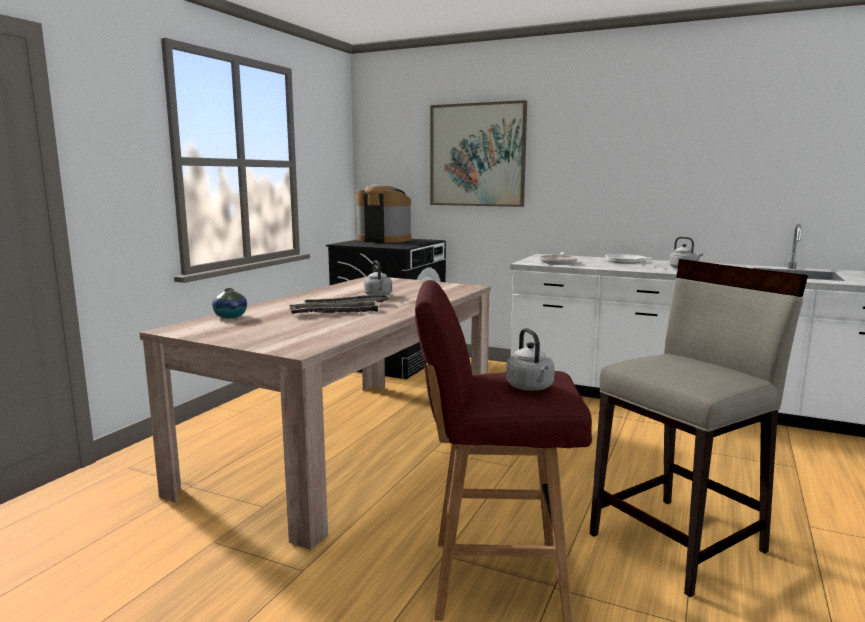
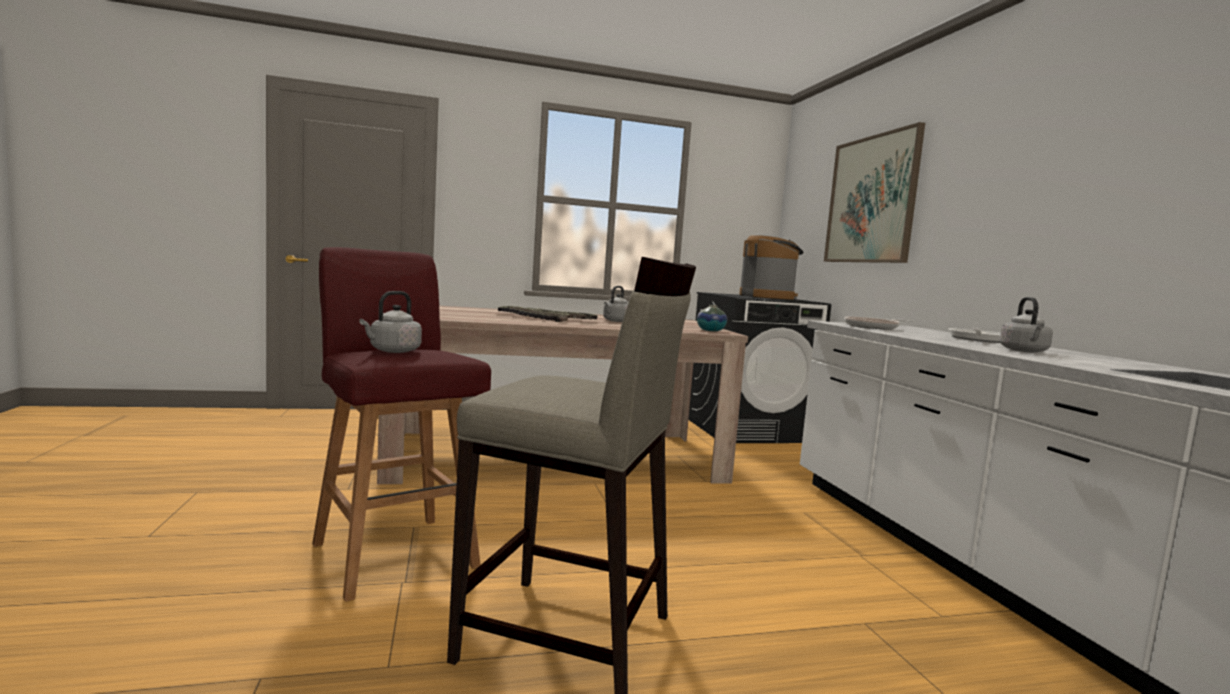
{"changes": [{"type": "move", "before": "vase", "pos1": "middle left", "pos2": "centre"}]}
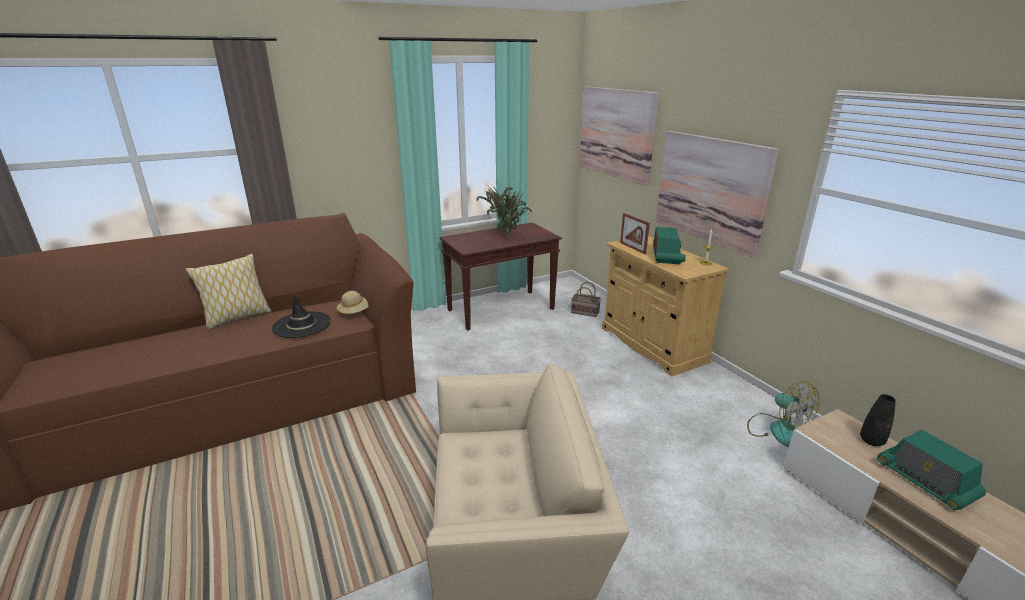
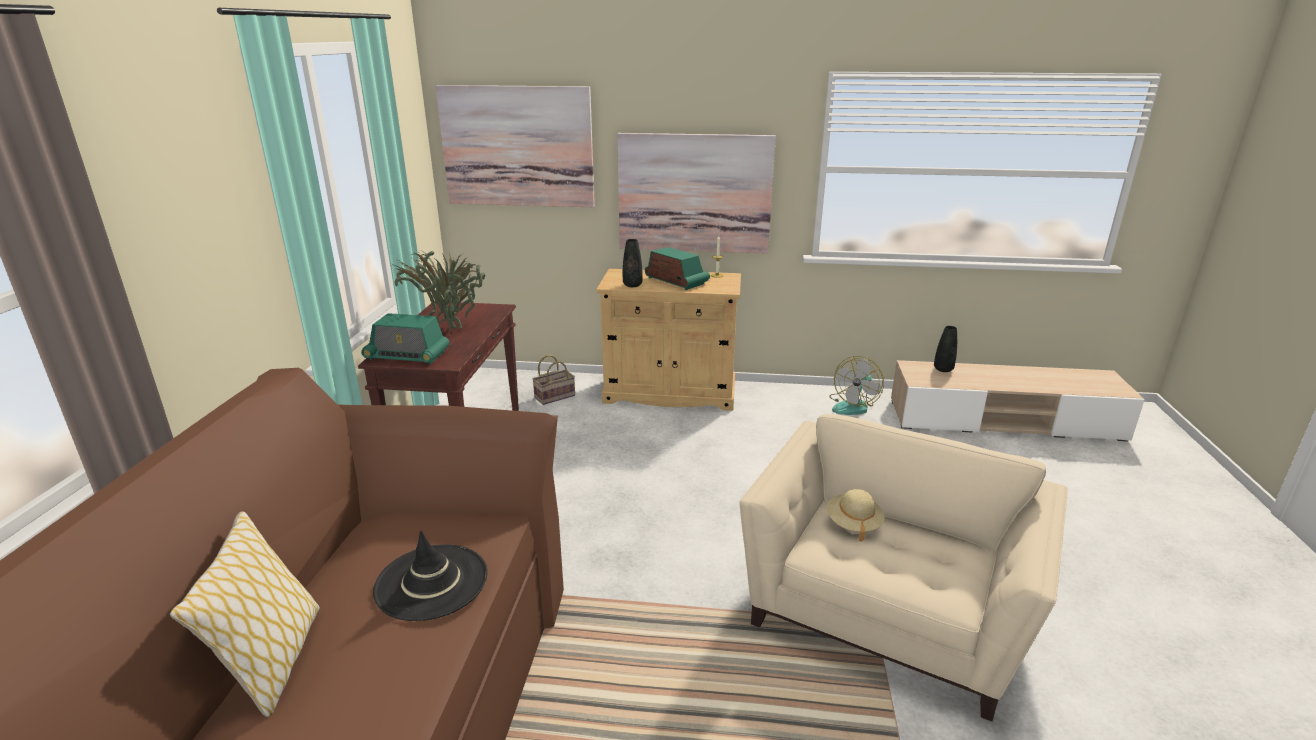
{"changes": [{"type": "move", "before": "radio (2nd from left in the first image)", "after": "radio (1st from left)", "pos1": "bottom right", "pos2": "middle left"}, {"type": "replace", "before": "picture frame", "after": "vase in black (1st from left)", "pos1": "centre", "pos2": "centre"}, {"type": "move", "before": "hat in beige", "pos1": "centre", "pos2": "bottom centre"}, {"type": "rotate", "before": "fan", "pos1": "bottom right", "pos2": "centre", "turn": 120}]}
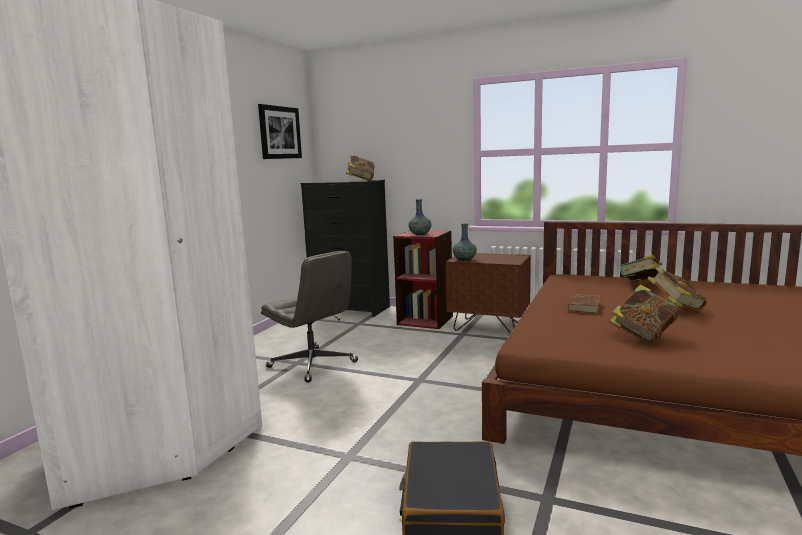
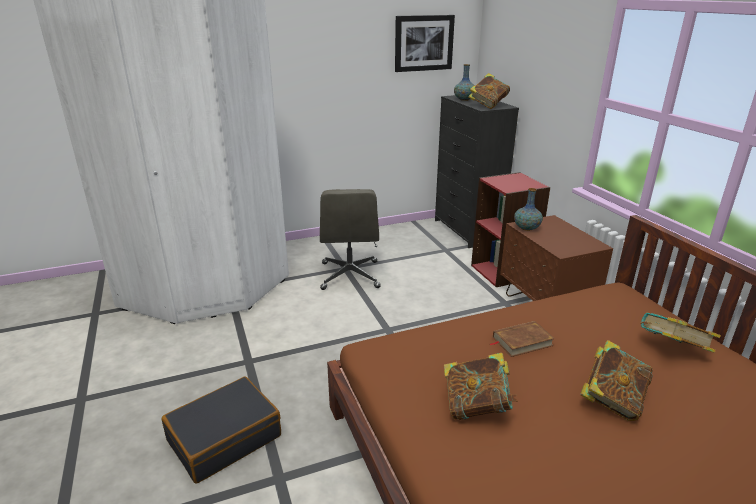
{"changes": [{"type": "move", "before": "vase (1st from left)", "pos1": "centre", "pos2": "top centre"}]}
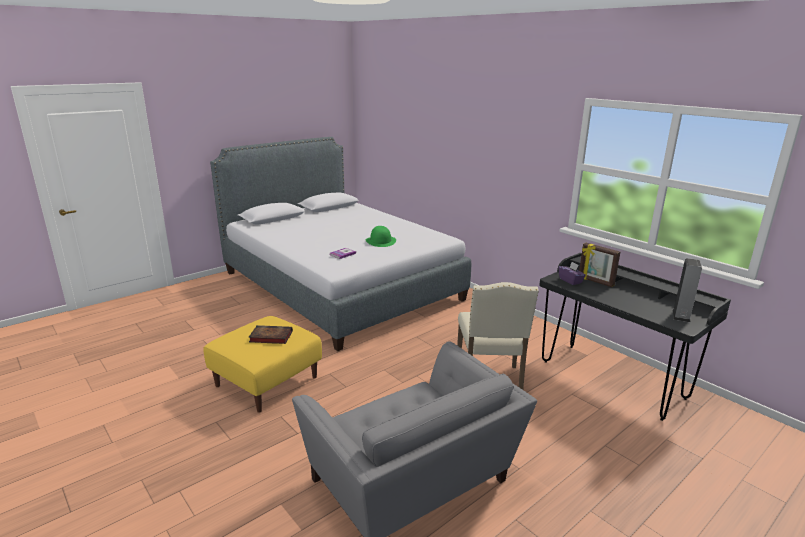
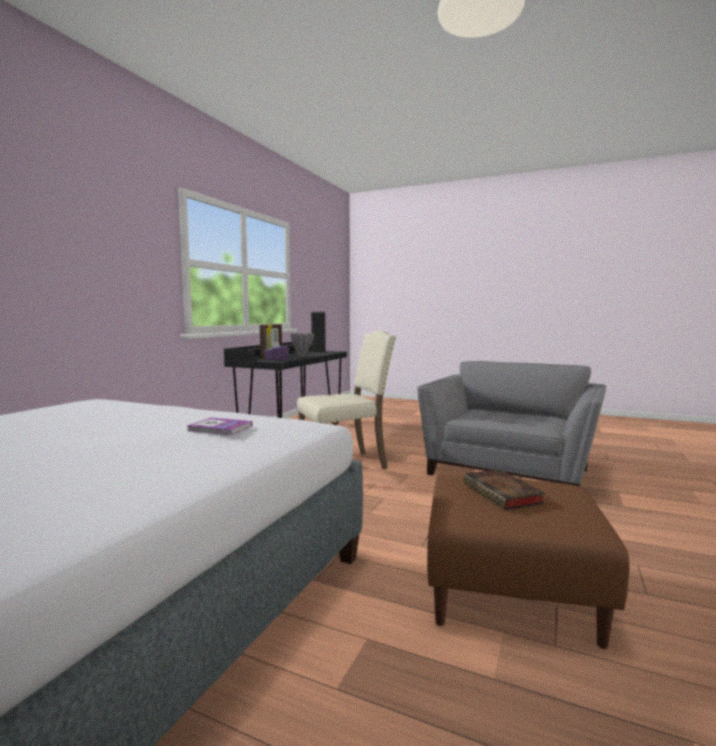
{"changes": [{"type": "insert", "after": "vase in grey", "pos2": "centre"}, {"type": "recolor", "before": "ottoman in yellow", "after": "ottoman in brown", "pos1": "bottom left", "pos2": "bottom right"}, {"type": "delete", "before": "hat in green", "pos1": "centre"}]}
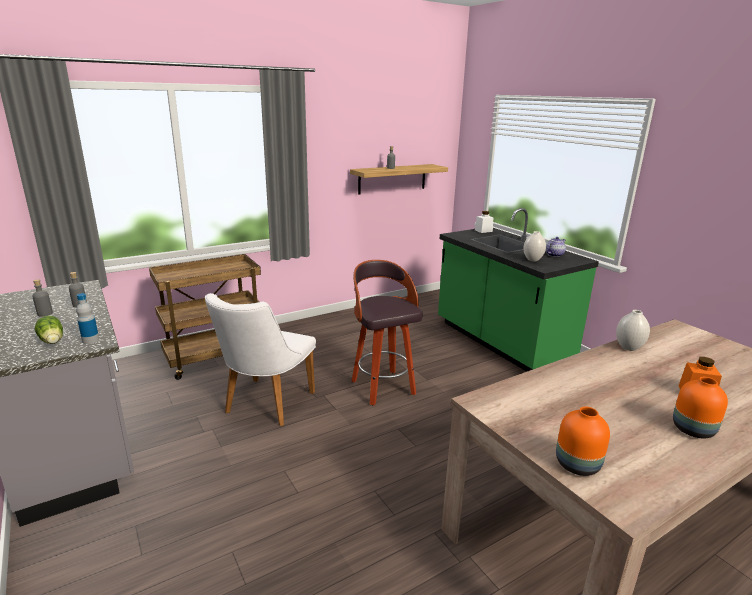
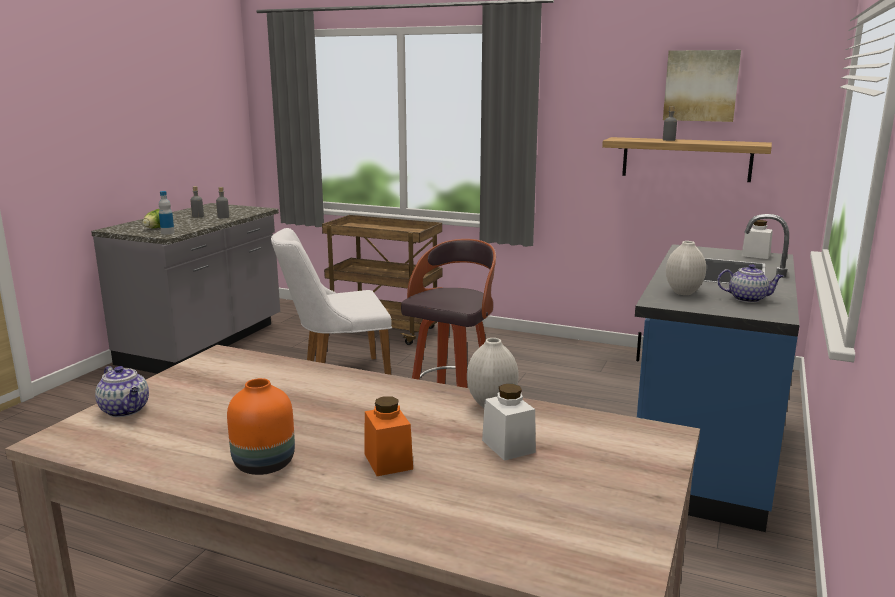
{"changes": [{"type": "replace", "before": "vase in orange (1st from left)", "after": "teapot (1st from left)", "pos1": "bottom right", "pos2": "middle left"}, {"type": "insert", "after": "jar in white (1st from left)", "pos2": "bottom centre"}, {"type": "recolor", "before": "counter in green", "after": "counter in blue", "pos1": "middle right", "pos2": "middle right"}, {"type": "insert", "after": "picture", "pos2": "top right"}]}
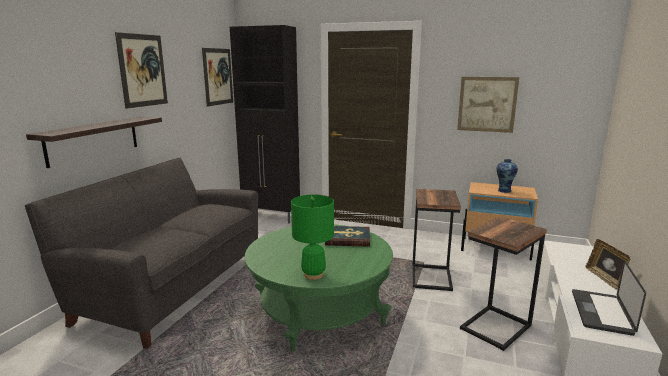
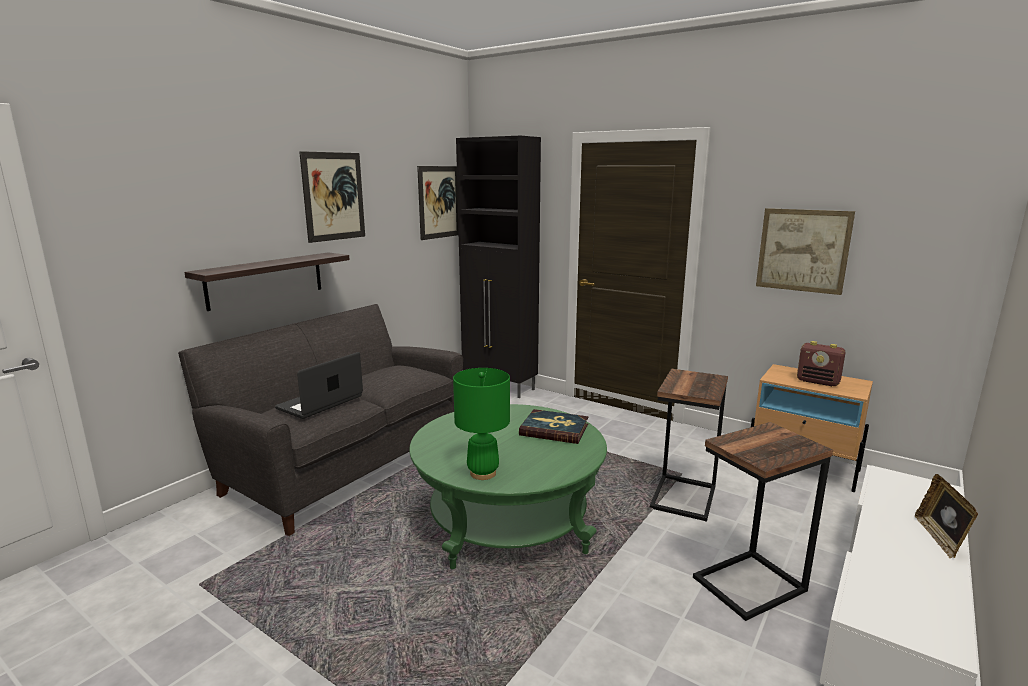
{"changes": [{"type": "move", "before": "laptop", "pos1": "bottom right", "pos2": "middle left"}, {"type": "replace", "before": "vase", "after": "radio", "pos1": "middle right", "pos2": "middle right"}]}
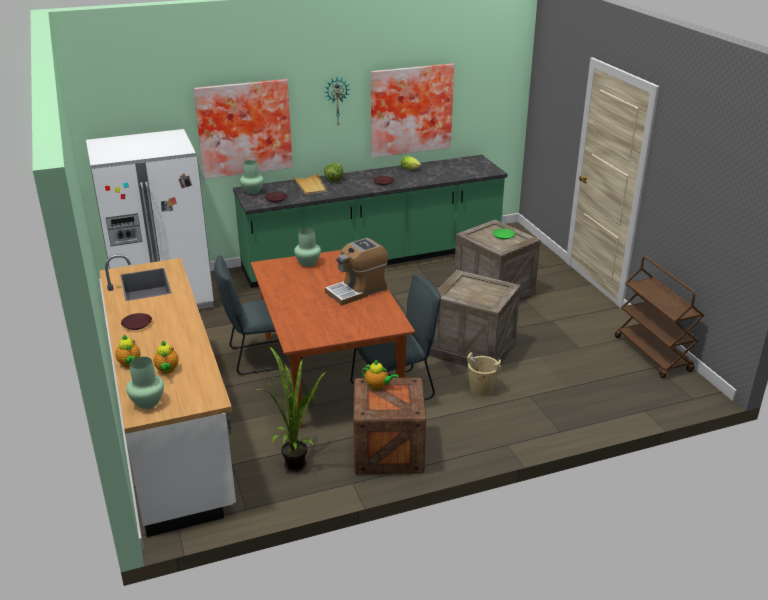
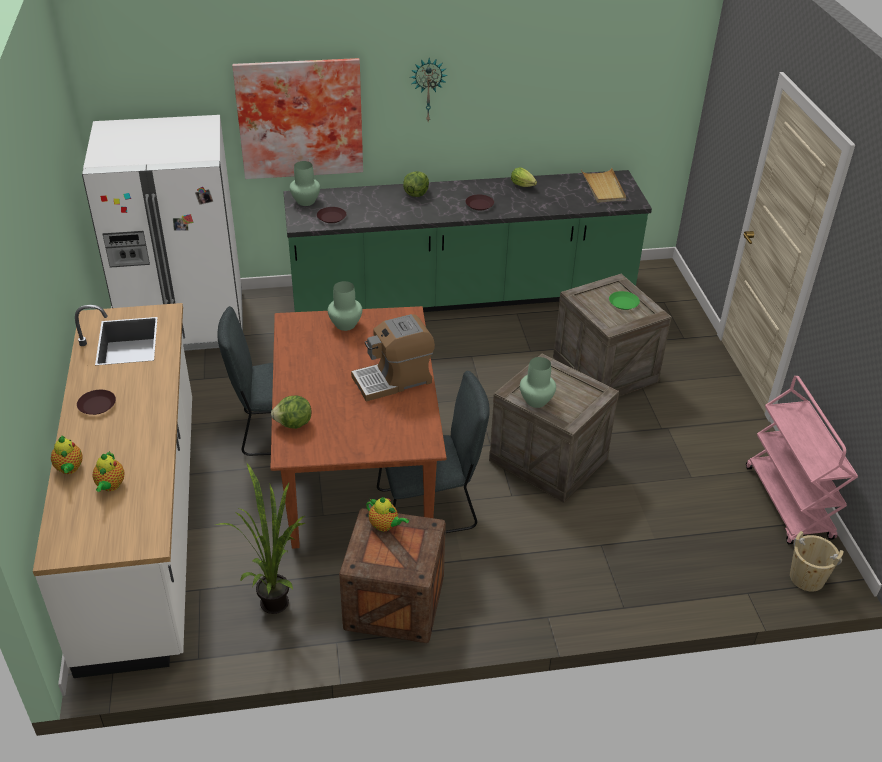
{"changes": [{"type": "insert", "after": "lettuce (1st from left)", "pos2": "middle left"}, {"type": "move", "before": "vase in green (1st from left in the first image)", "after": "vase in green (3rd from left)", "pos1": "middle left", "pos2": "centre"}, {"type": "move", "before": "tray in beige", "pos1": "top centre", "pos2": "top right"}, {"type": "recolor", "before": "cart in brown", "after": "cart in pink", "pos1": "middle right", "pos2": "middle right"}, {"type": "move", "before": "bucket in beige", "pos1": "centre", "pos2": "bottom right"}, {"type": "delete", "before": "picture (2nd from left)", "pos1": "top centre"}]}
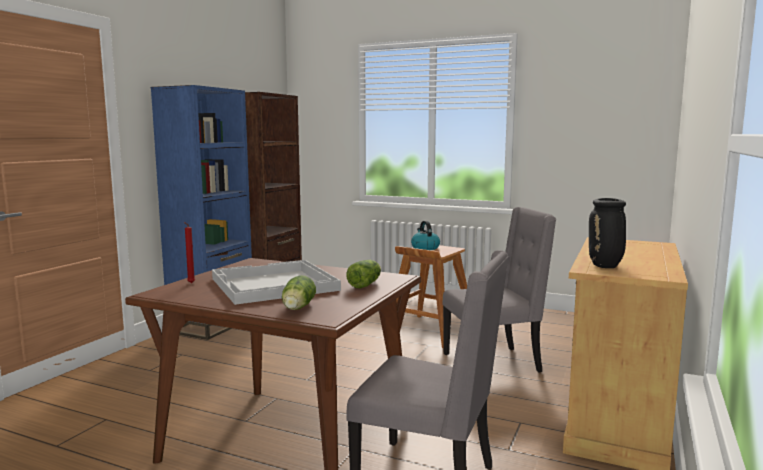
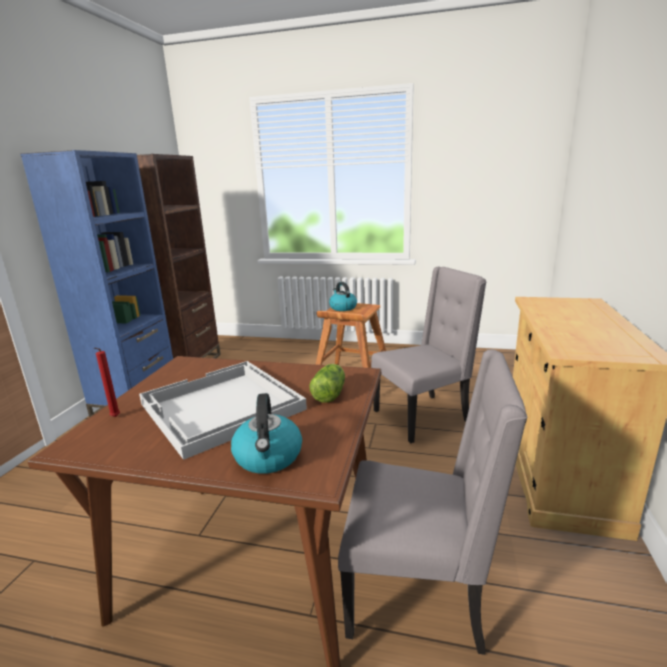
{"changes": [{"type": "replace", "before": "lettuce (1st from left)", "after": "kettle (1st from left)", "pos1": "centre", "pos2": "centre"}, {"type": "delete", "before": "vase in black", "pos1": "middle right"}]}
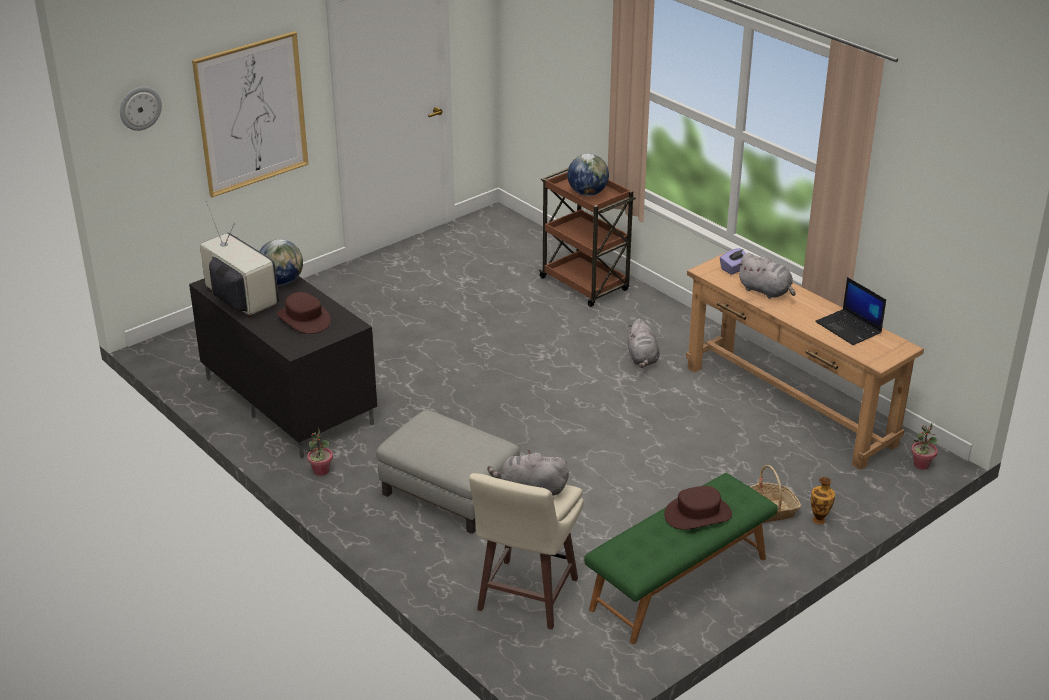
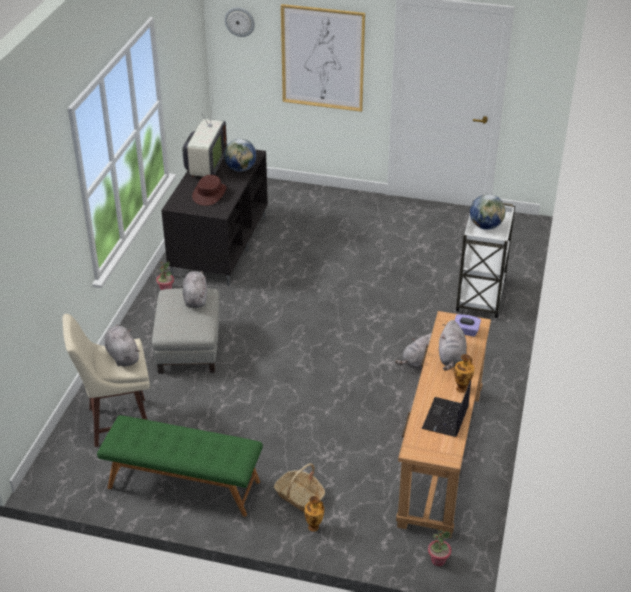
{"changes": [{"type": "insert", "after": "plush toy in grey (2nd from left)", "pos2": "middle left"}, {"type": "insert", "after": "vase (2nd from left)", "pos2": "middle right"}, {"type": "recolor", "before": "cart in brown", "after": "cart in white", "pos1": "centre", "pos2": "middle right"}, {"type": "delete", "before": "hat in brown (2nd from left)", "pos1": "bottom centre"}]}
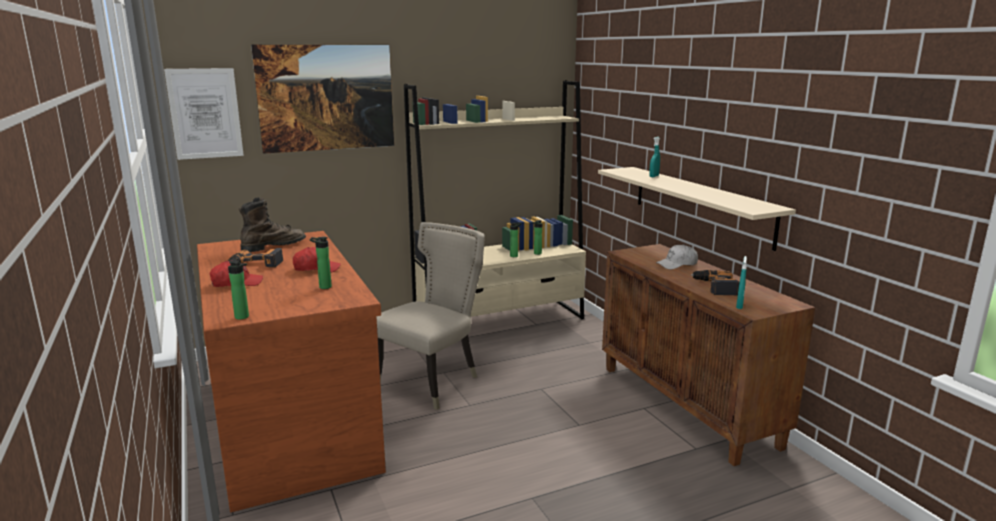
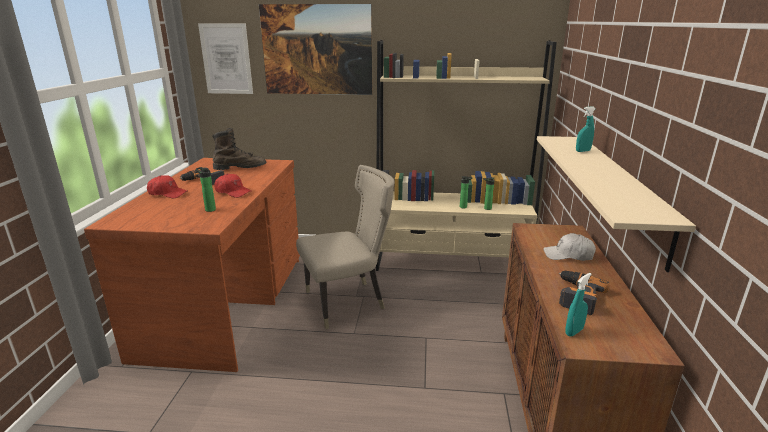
{"changes": [{"type": "delete", "before": "bottle (1st from left)", "pos1": "middle left"}]}
